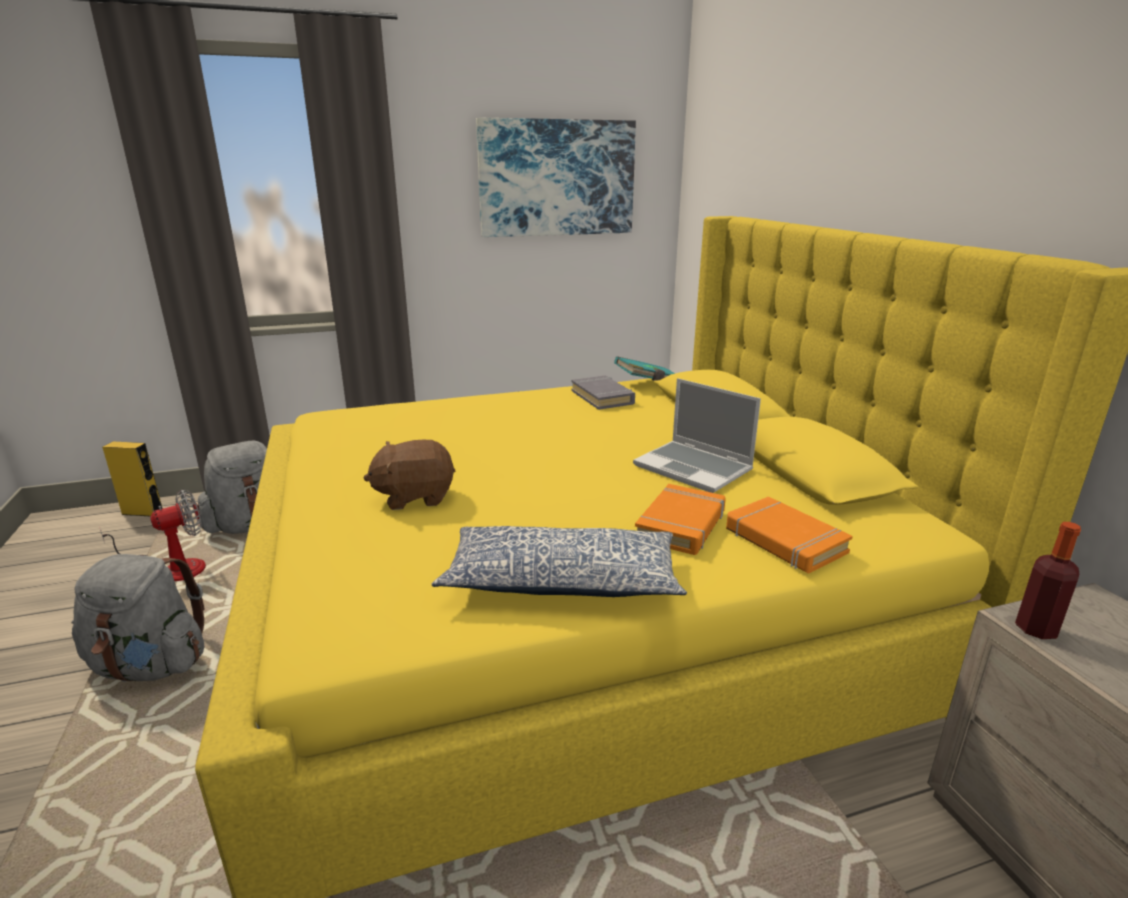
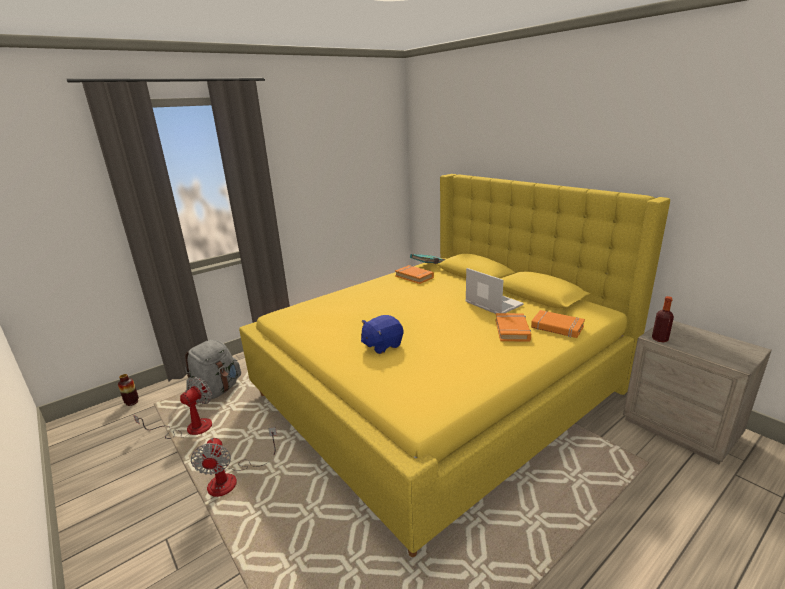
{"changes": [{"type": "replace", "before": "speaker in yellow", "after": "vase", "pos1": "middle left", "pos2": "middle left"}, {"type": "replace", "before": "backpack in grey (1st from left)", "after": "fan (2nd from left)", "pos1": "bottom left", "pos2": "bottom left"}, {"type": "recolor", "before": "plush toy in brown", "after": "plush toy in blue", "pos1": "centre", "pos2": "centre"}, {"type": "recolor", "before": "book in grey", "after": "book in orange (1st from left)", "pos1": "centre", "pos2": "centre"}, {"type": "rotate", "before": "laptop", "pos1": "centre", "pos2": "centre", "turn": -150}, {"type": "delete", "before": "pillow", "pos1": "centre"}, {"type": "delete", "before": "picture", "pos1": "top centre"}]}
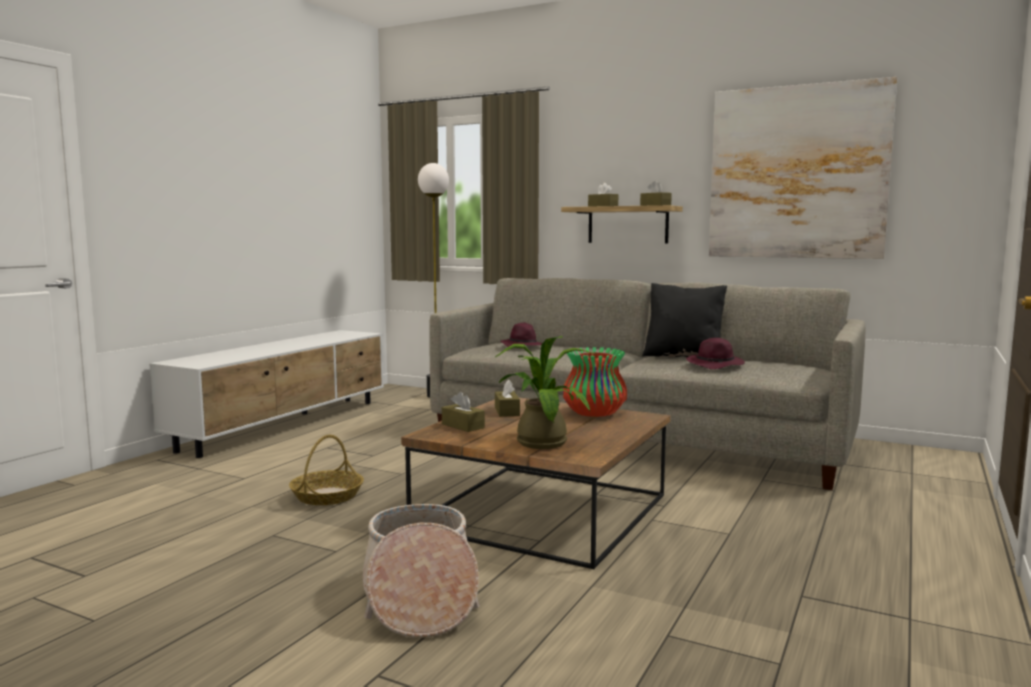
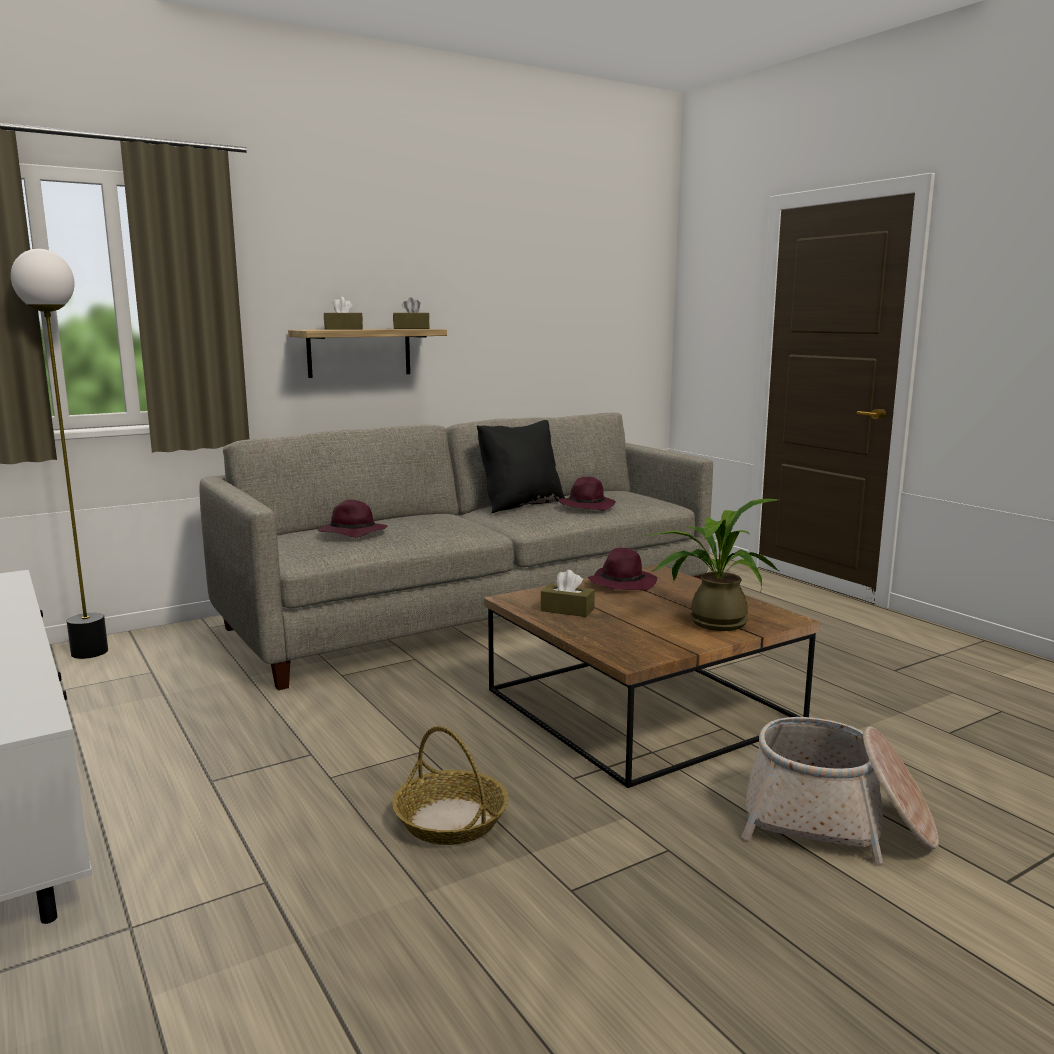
{"changes": [{"type": "replace", "before": "vase", "after": "hat in purple (3rd from left)", "pos1": "centre", "pos2": "centre"}, {"type": "delete", "before": "tissue box in brown (1st from left)", "pos1": "centre"}, {"type": "delete", "before": "picture", "pos1": "top right"}]}
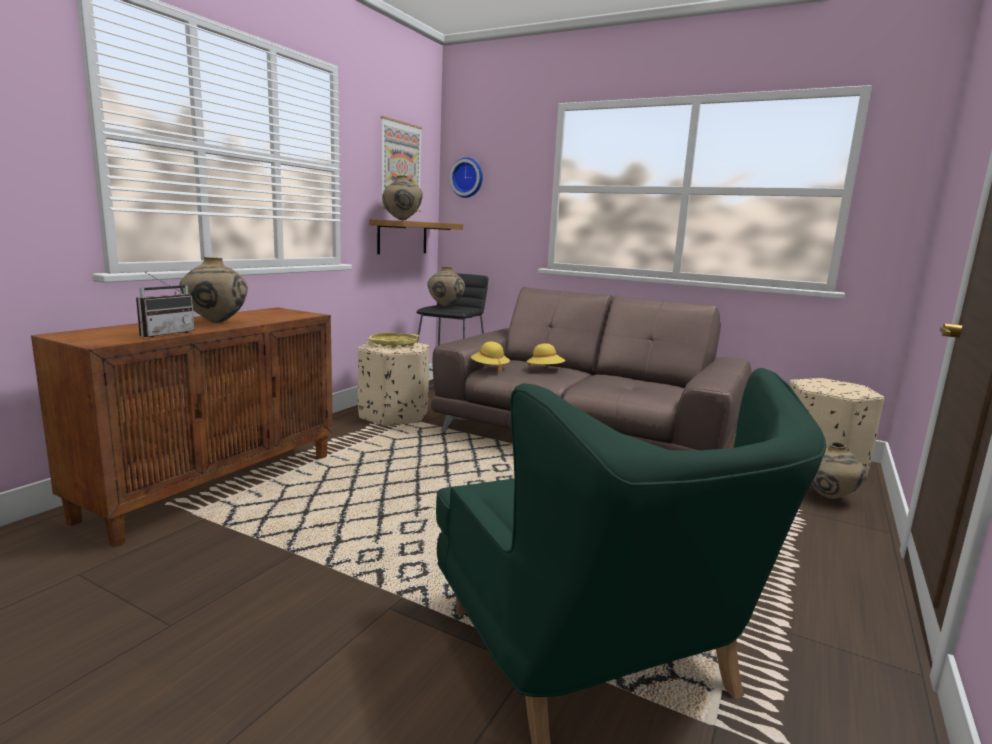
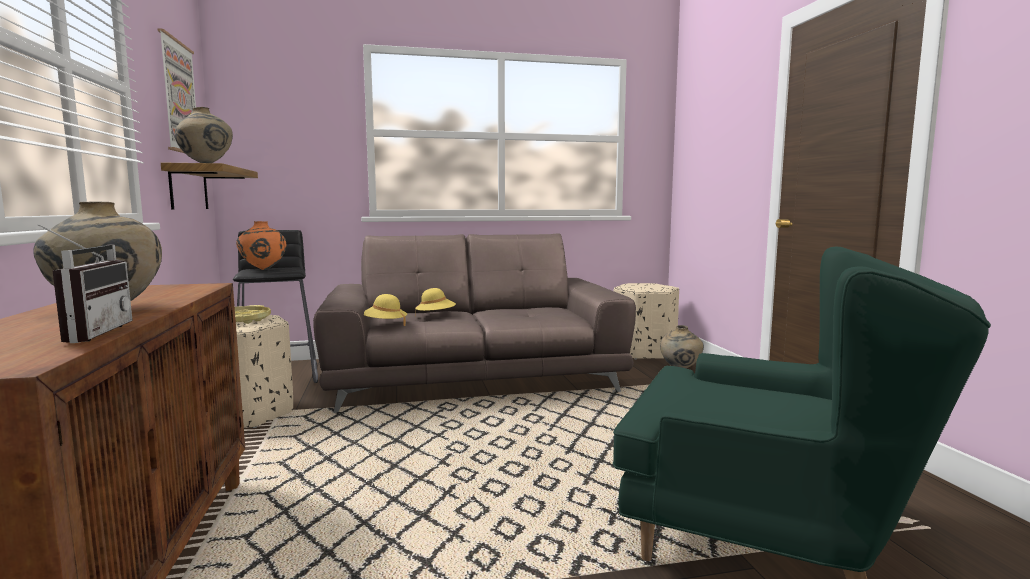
{"changes": [{"type": "recolor", "before": "vase in beige (3rd from left)", "after": "vase in orange", "pos1": "centre", "pos2": "middle left"}, {"type": "delete", "before": "wall clock", "pos1": "top centre"}]}
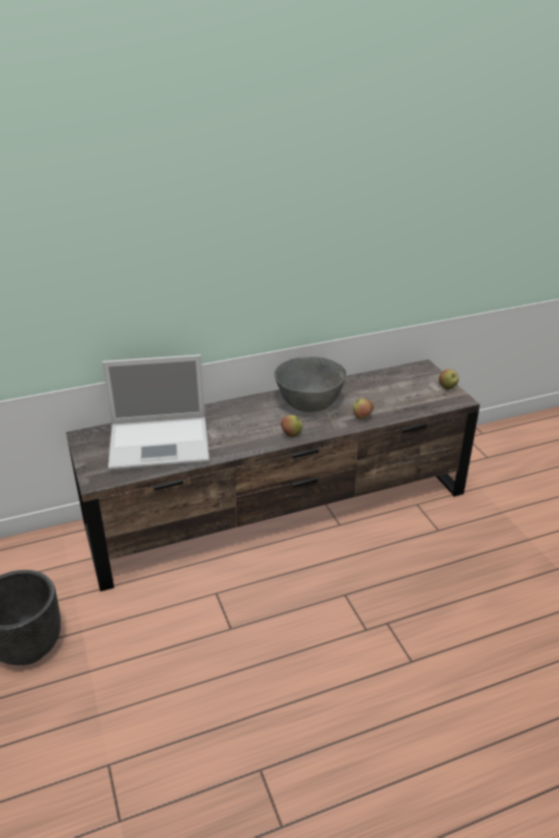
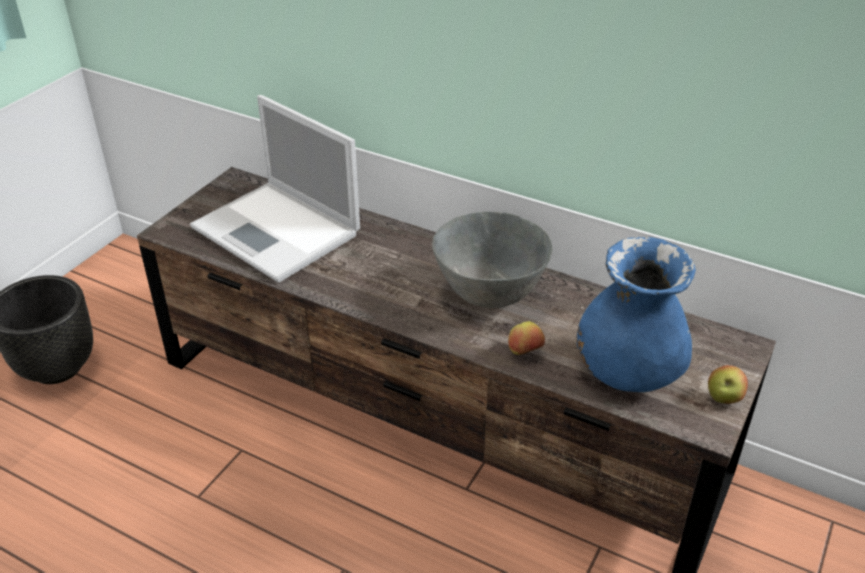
{"changes": [{"type": "insert", "after": "vase in blue", "pos2": "middle right"}, {"type": "delete", "before": "apple (1st from left)", "pos1": "centre"}]}
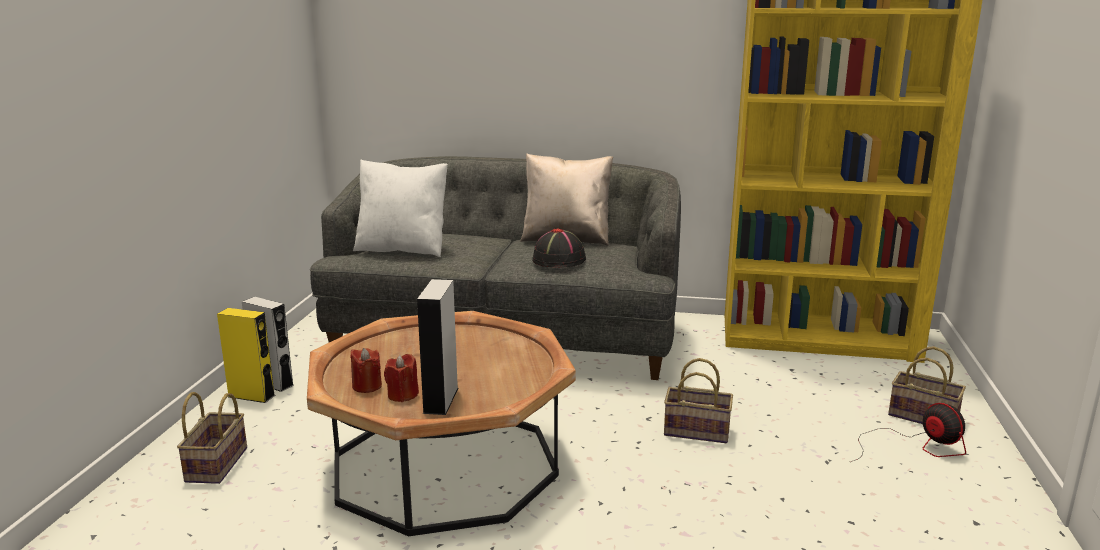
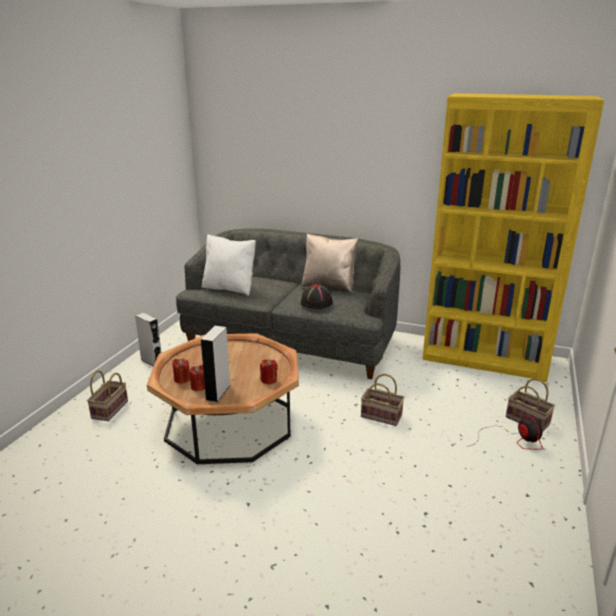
{"changes": [{"type": "insert", "after": "candle in red (3rd from left)", "pos2": "centre"}, {"type": "delete", "before": "speaker in yellow", "pos1": "middle left"}]}
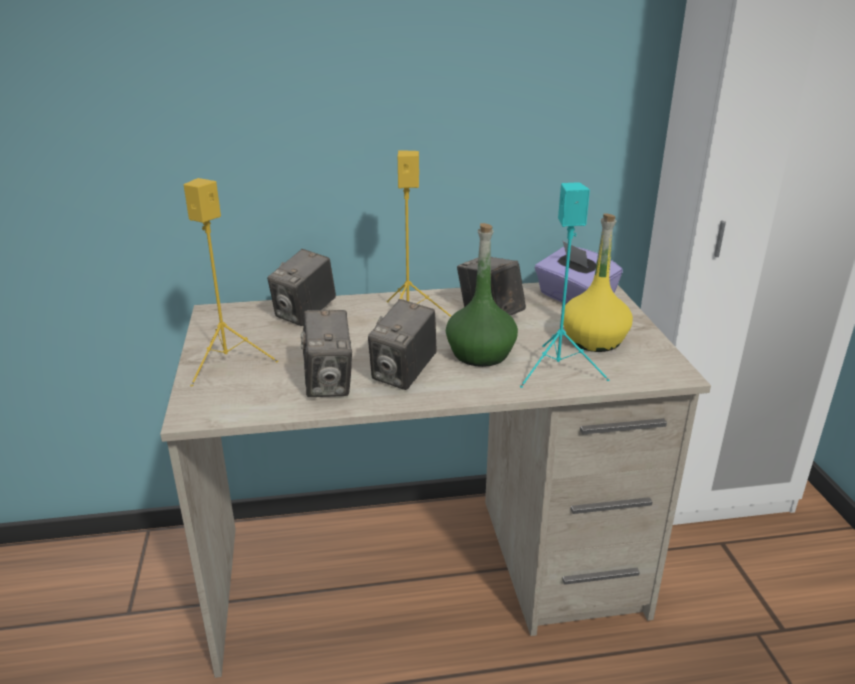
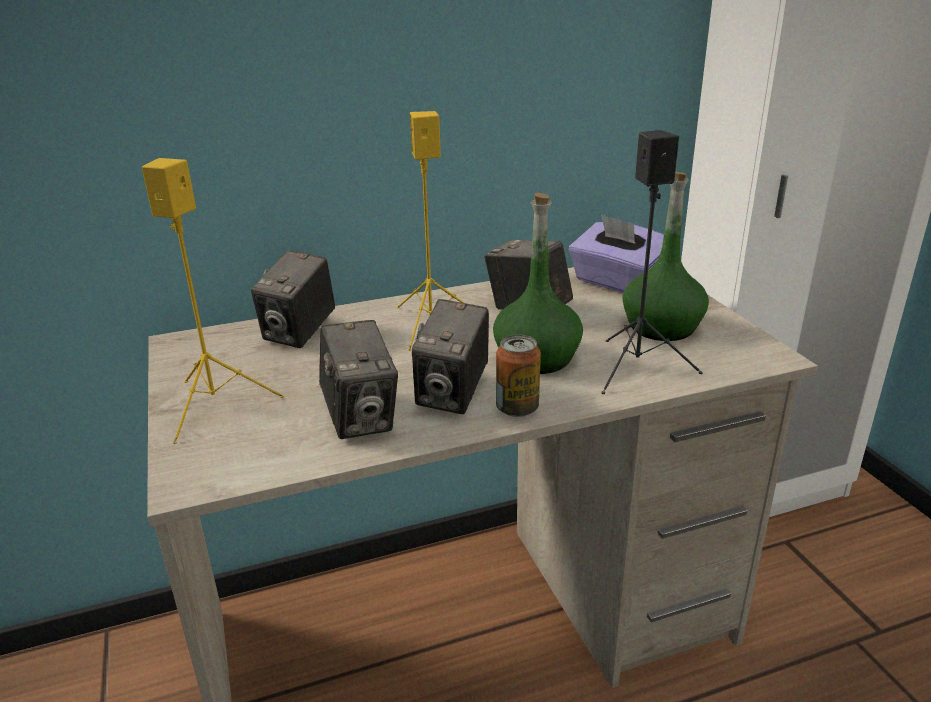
{"changes": [{"type": "insert", "after": "can", "pos2": "centre"}, {"type": "recolor", "before": "speaker in turquoise", "after": "speaker in black", "pos1": "centre", "pos2": "middle right"}, {"type": "recolor", "before": "bottle in yellow", "after": "bottle in green (2nd from left)", "pos1": "middle right", "pos2": "middle right"}]}
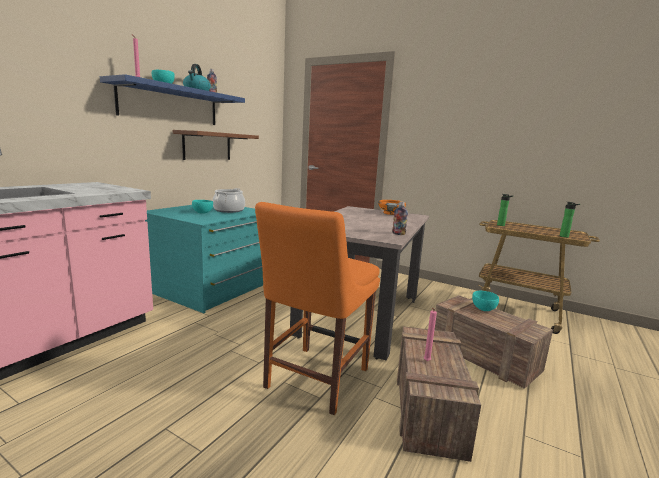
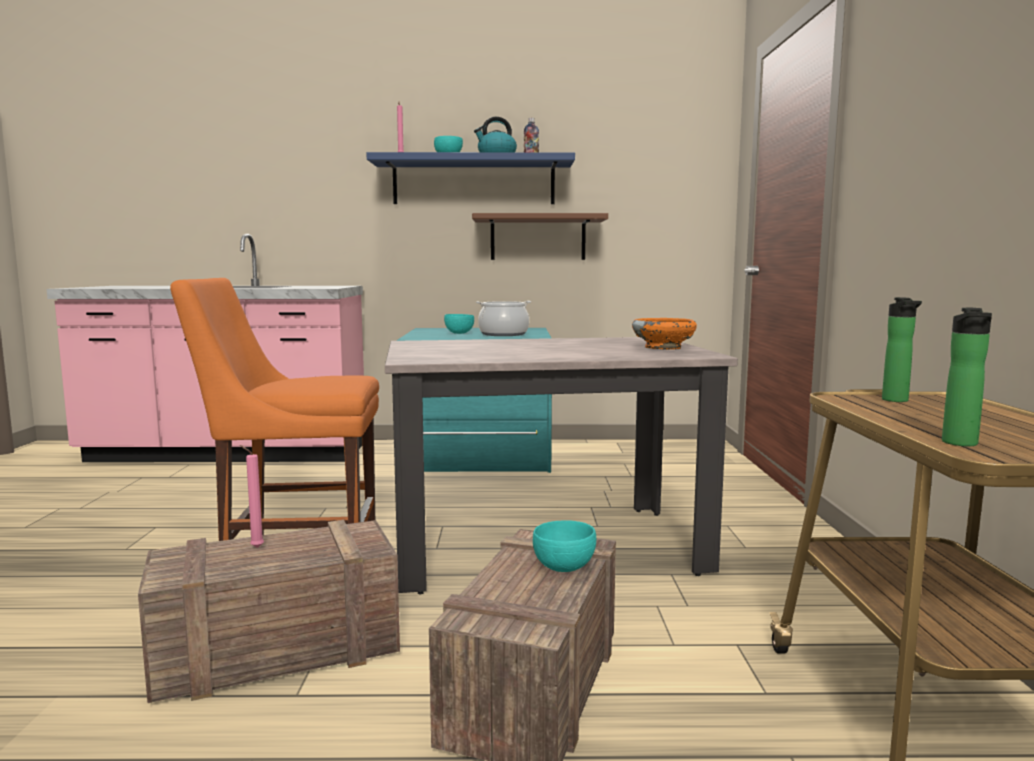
{"changes": [{"type": "delete", "before": "bottle (2nd from left)", "pos1": "centre"}]}
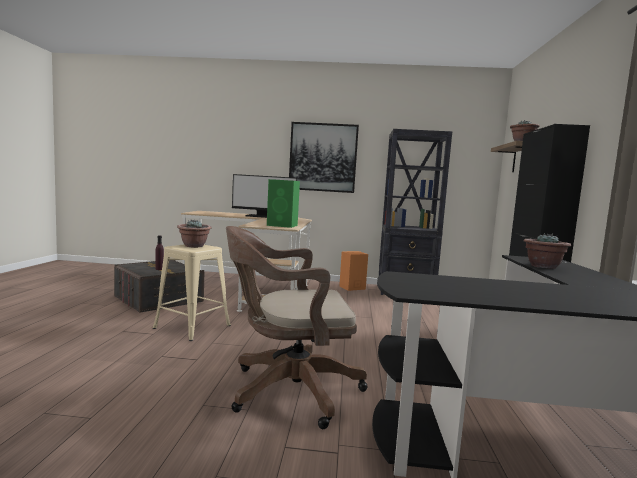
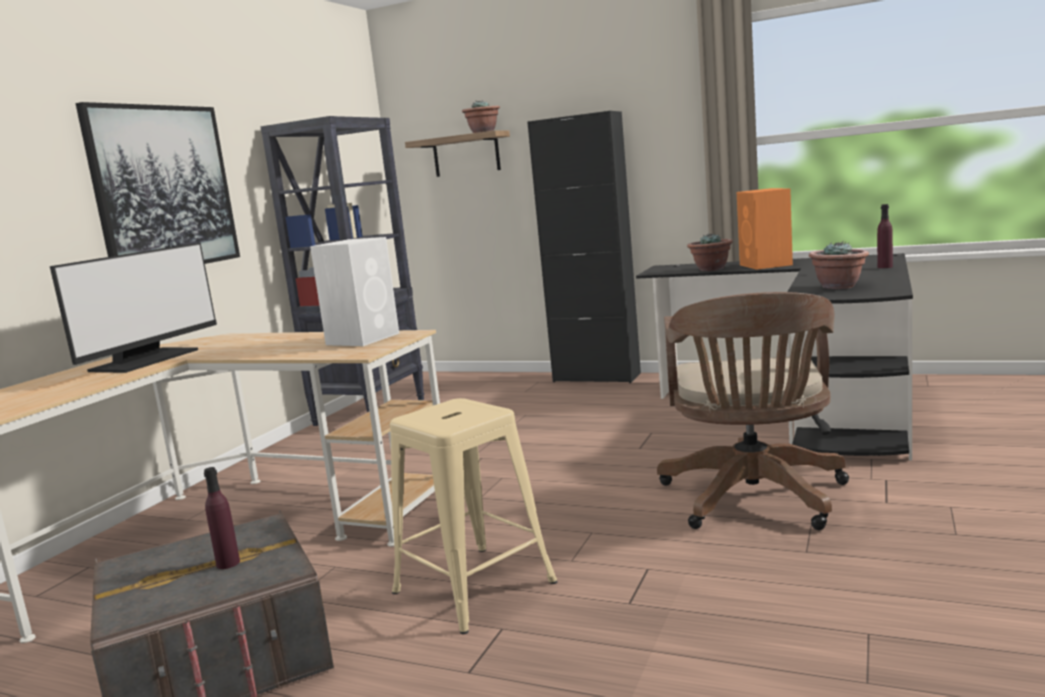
{"changes": [{"type": "recolor", "before": "speaker in green", "after": "speaker in white", "pos1": "centre", "pos2": "centre"}, {"type": "move", "before": "speaker in orange", "pos1": "centre", "pos2": "top right"}, {"type": "move", "before": "potted plant (1st from left in the first image)", "after": "potted plant (3rd from left)", "pos1": "middle left", "pos2": "middle right"}, {"type": "insert", "after": "bottle in purple (2nd from left)", "pos2": "middle right"}]}
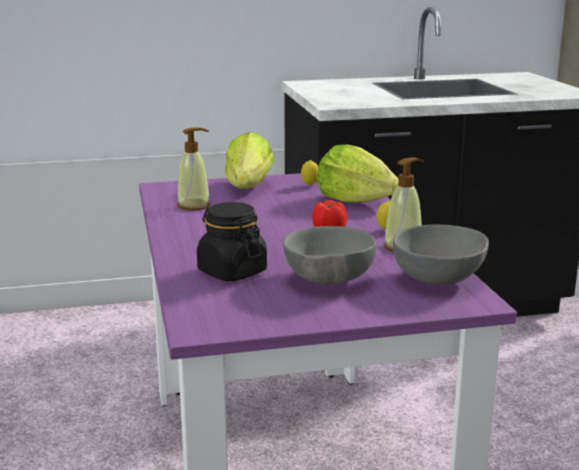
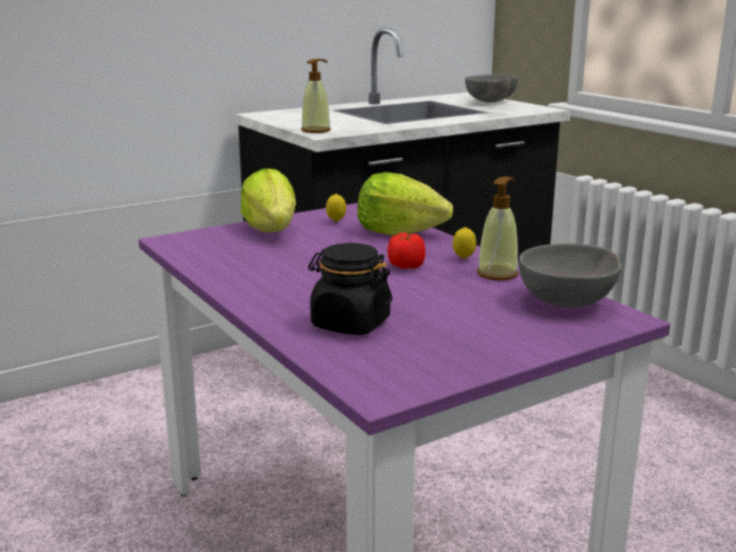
{"changes": [{"type": "move", "before": "soap dispenser (1st from left)", "pos1": "centre", "pos2": "top centre"}, {"type": "move", "before": "bowl in grey (1st from left)", "pos1": "centre", "pos2": "top right"}]}
